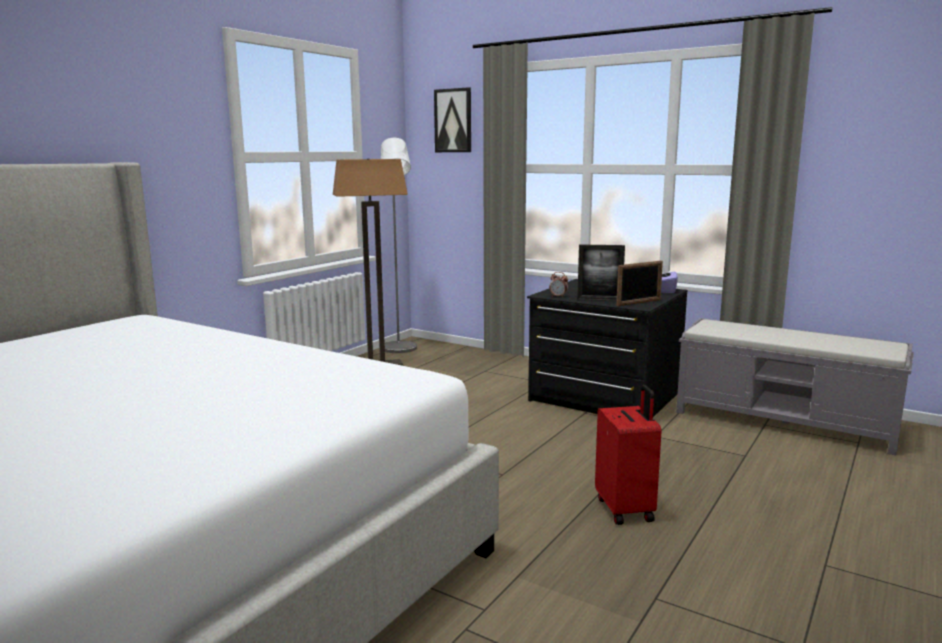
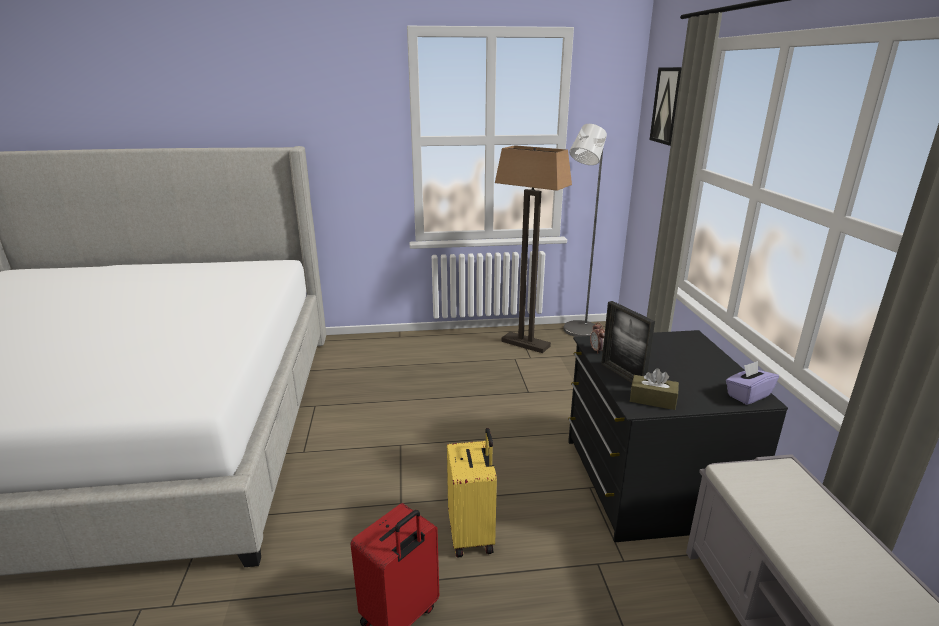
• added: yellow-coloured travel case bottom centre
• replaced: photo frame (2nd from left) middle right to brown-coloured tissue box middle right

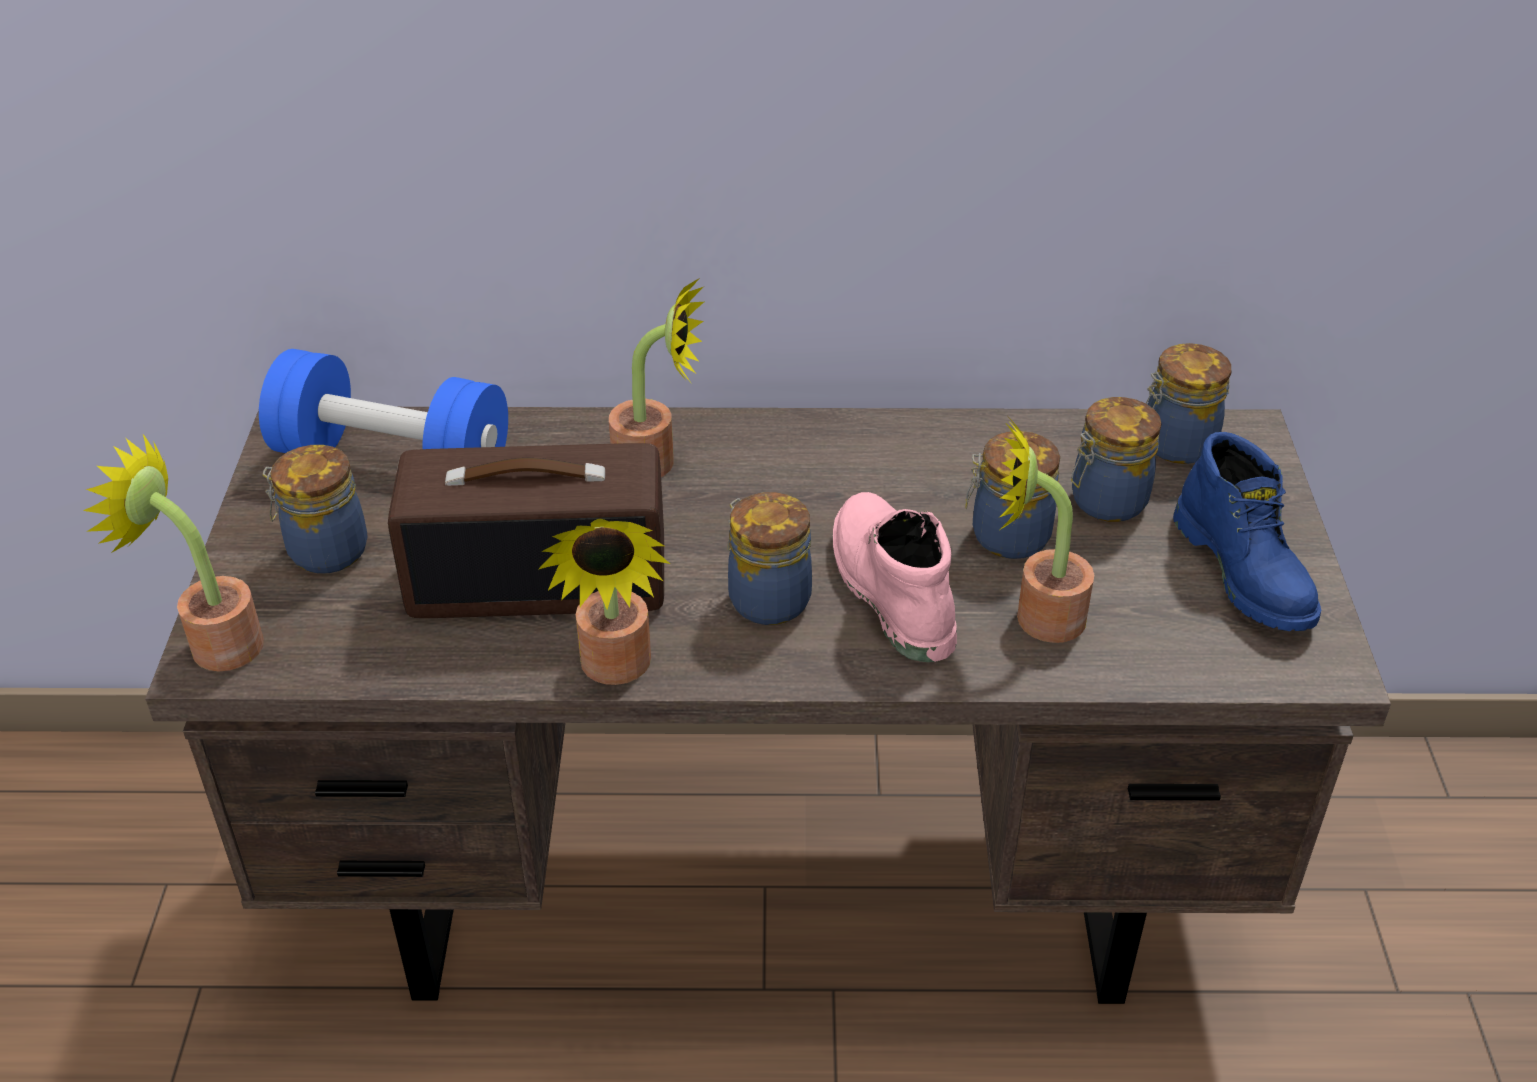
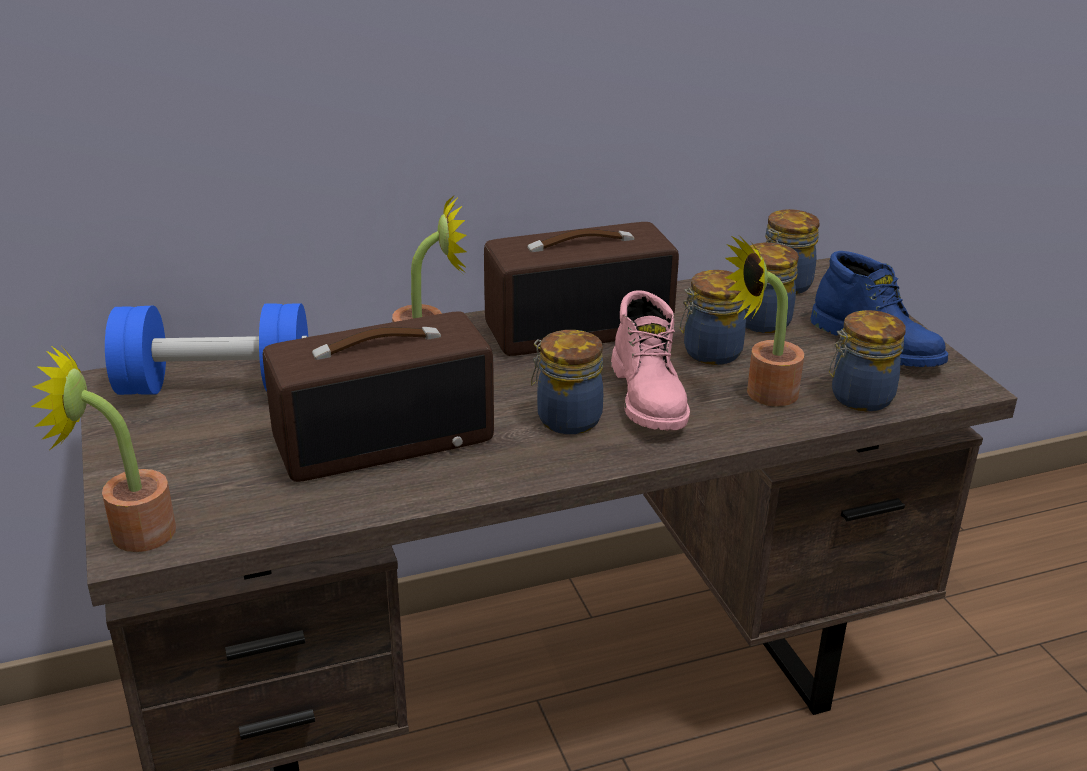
• removed: potted plant (2nd from left) centre
• added: radio receiver (2nd from left) centre
• moved: storage jar (1st from left in the first image) middle left to storage jar (5th from left) middle right
• turned: pink-coloured tall boot centre = centre 150 degrees counterclockwise

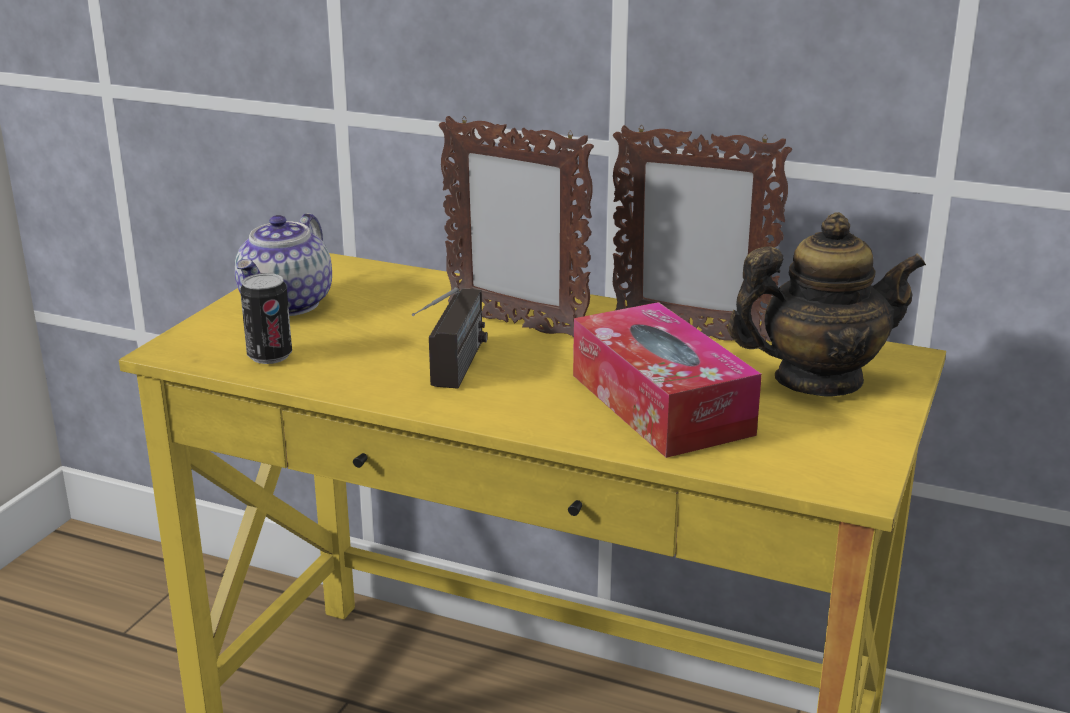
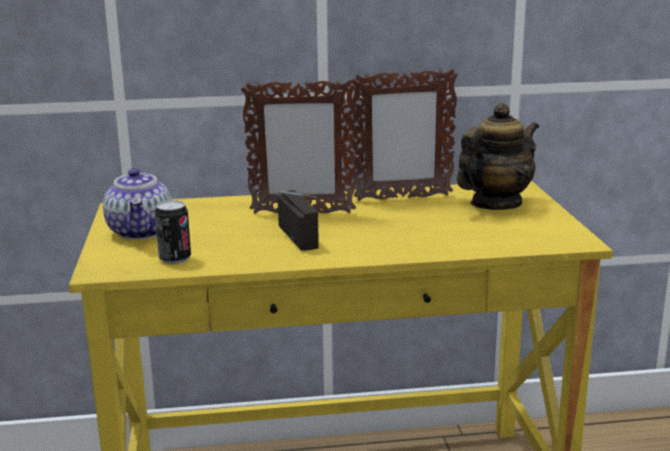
• removed: tissue box centre

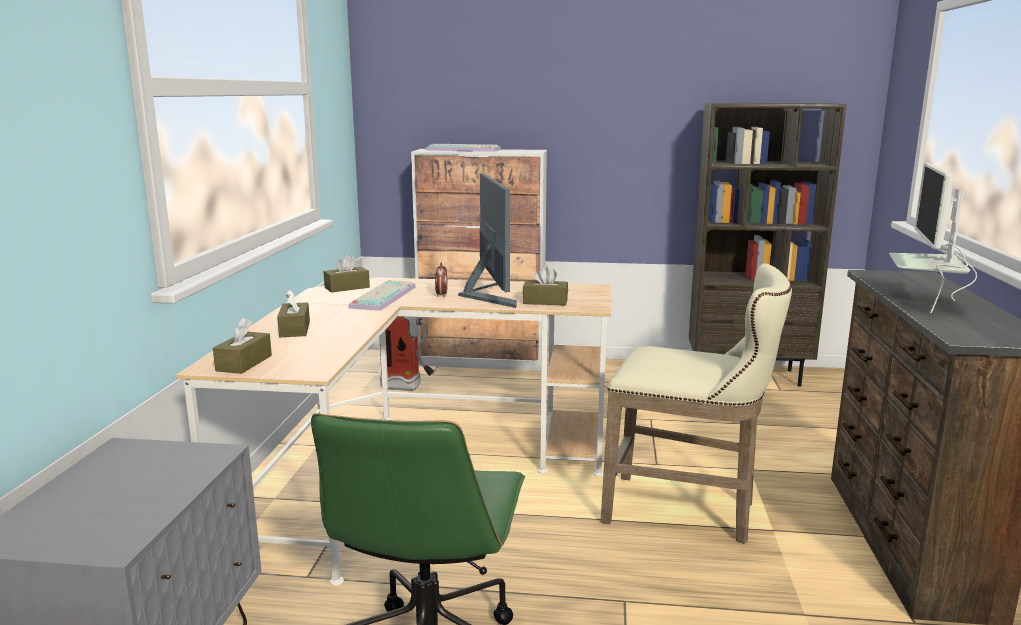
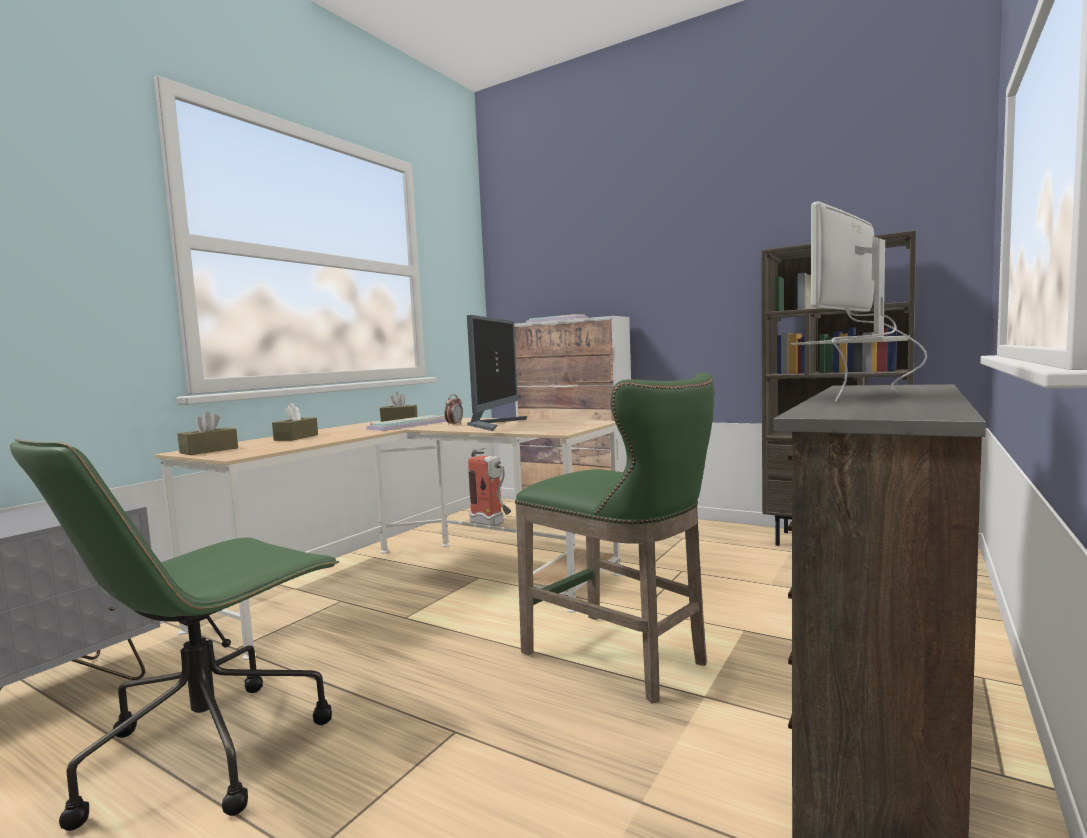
• removed: brown-coloured tissue box (4th from left) centre
• recoloured: beige-coloured stool seat middle right to green-coloured stool seat centre

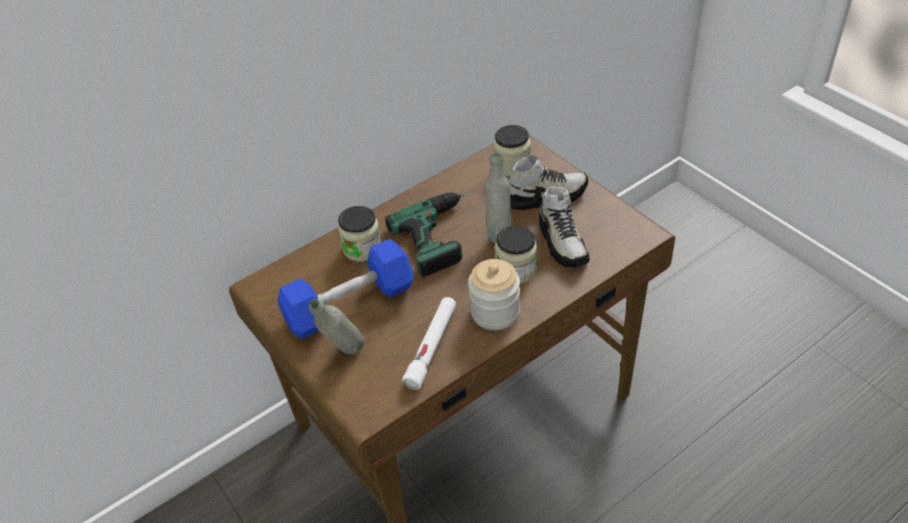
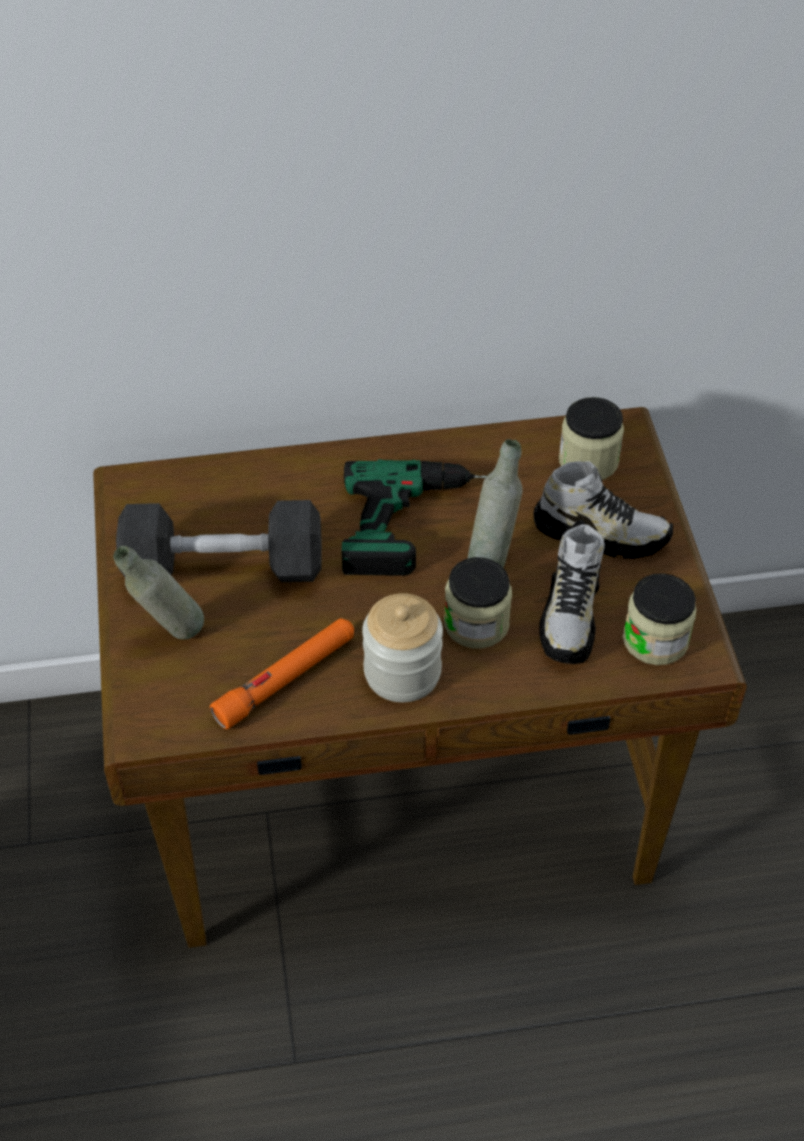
• moved: storage jar (1st from left in the first image) centre to storage jar (4th from left) middle right
• recoloured: blue free weight centre to greyish free weight middle left
• recoloured: white-coloured torch centre to orangey torch centre

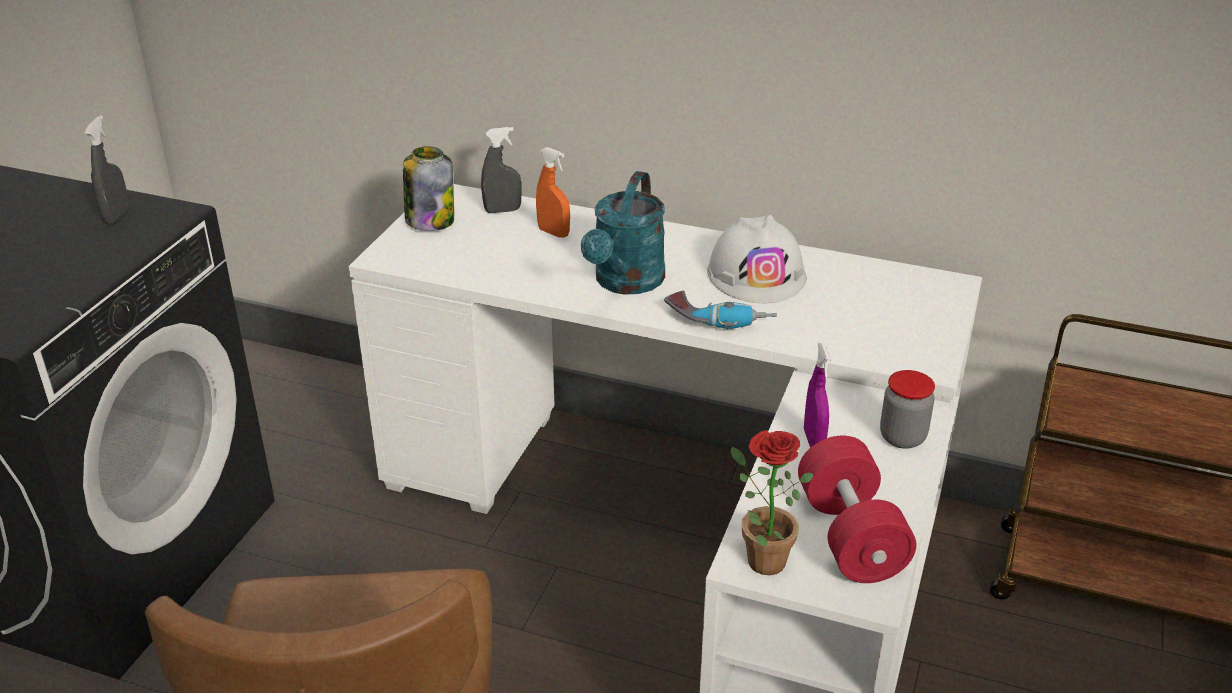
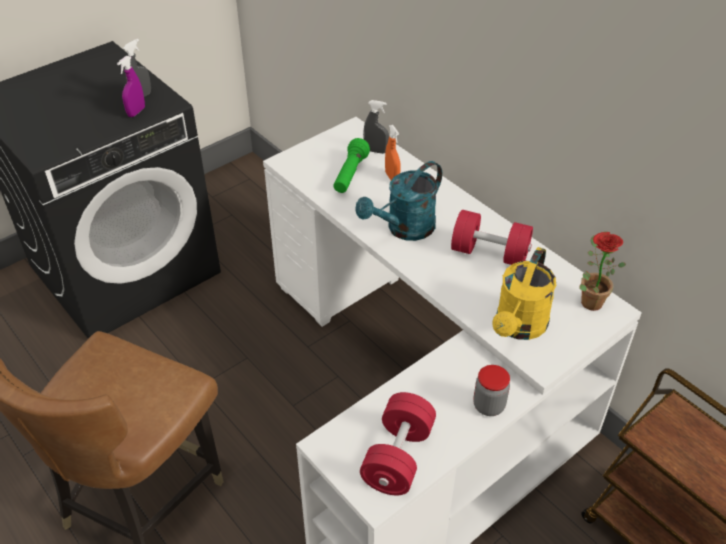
• removed: storage jar (1st from left) top centre
• removed: electric drill centre
• added: green-coloured torch top centre
• added: yellow-coloured watering pot middle right
• moved: potted plant bottom centre to middle right
• moved: purple spray bottle centre to top left
• replaced: white-coloured hard hat centre to red-coloured free weight (2nd from left) middle right

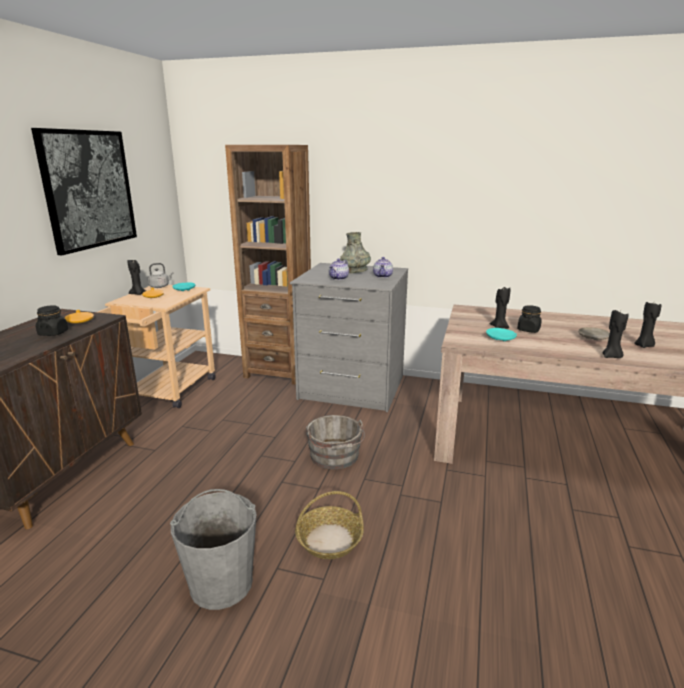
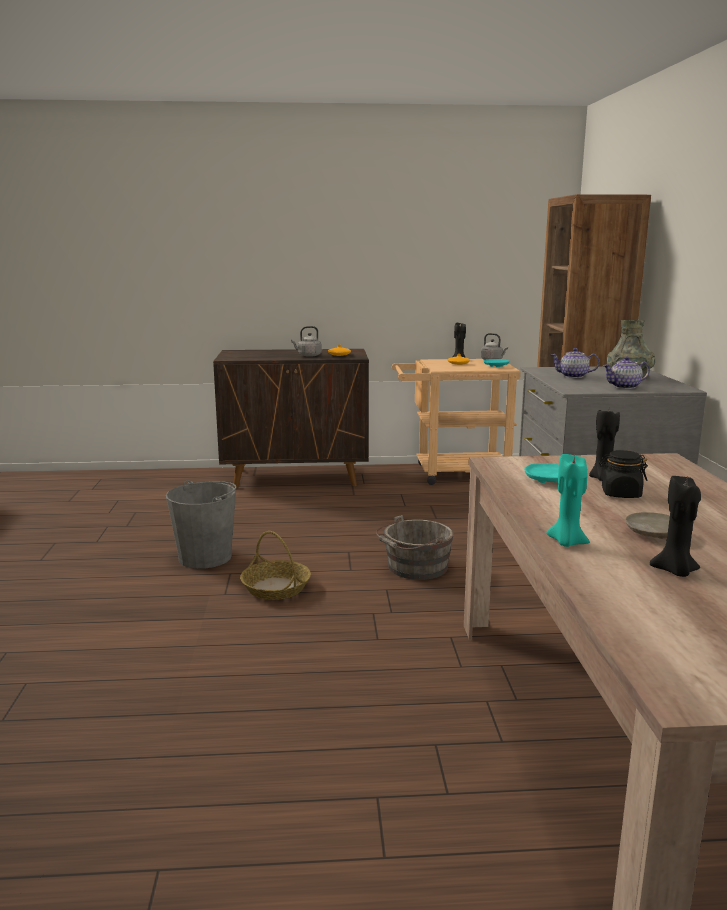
• removed: picture top left
• replaced: black-coloured storage jar (1st from left) middle left to greyish kettle (1st from left) centre
• recoloured: black-coloured wax candle (3rd from left) middle right to blue-green wax candle middle right

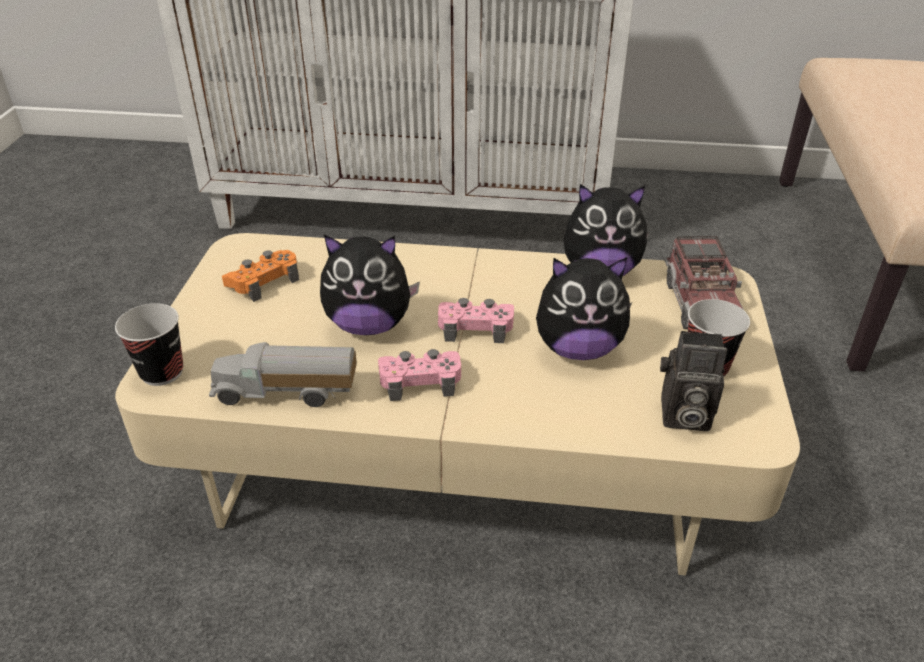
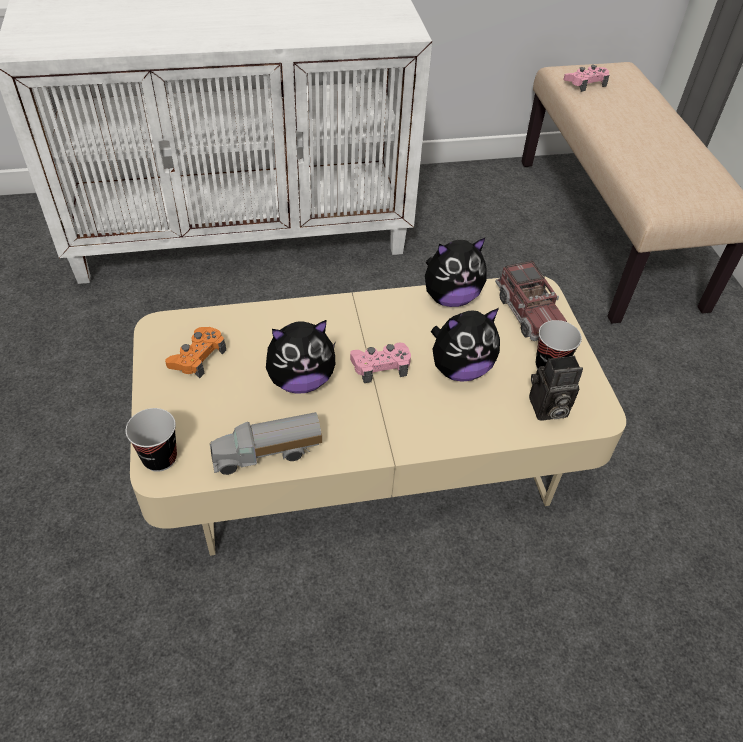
• moved: pink-coloured game controller (1st from left in the first image) centre to pink-coloured game controller (2nd from left) top right

